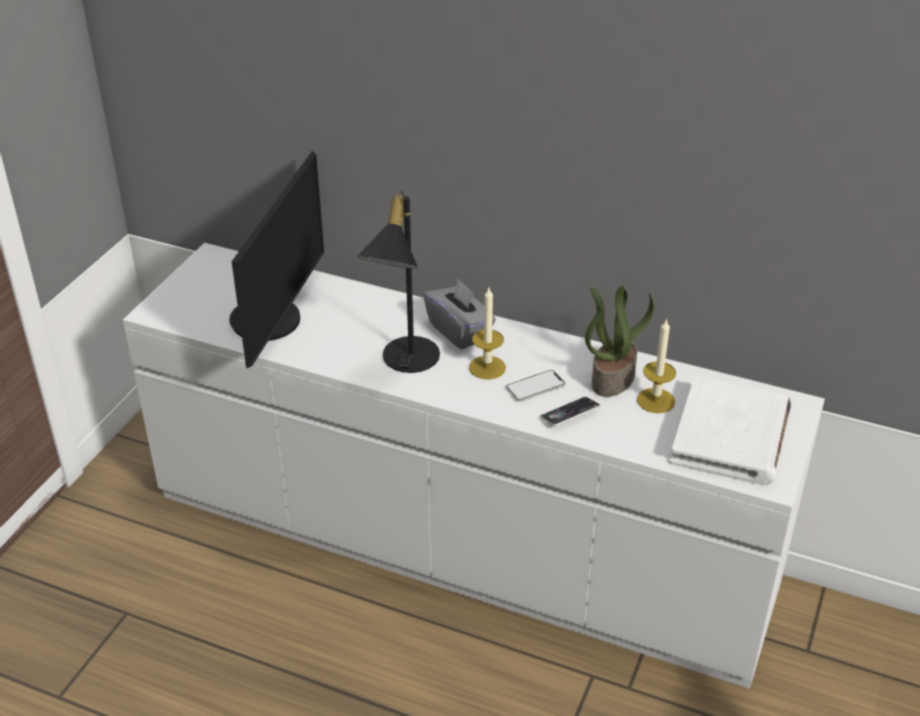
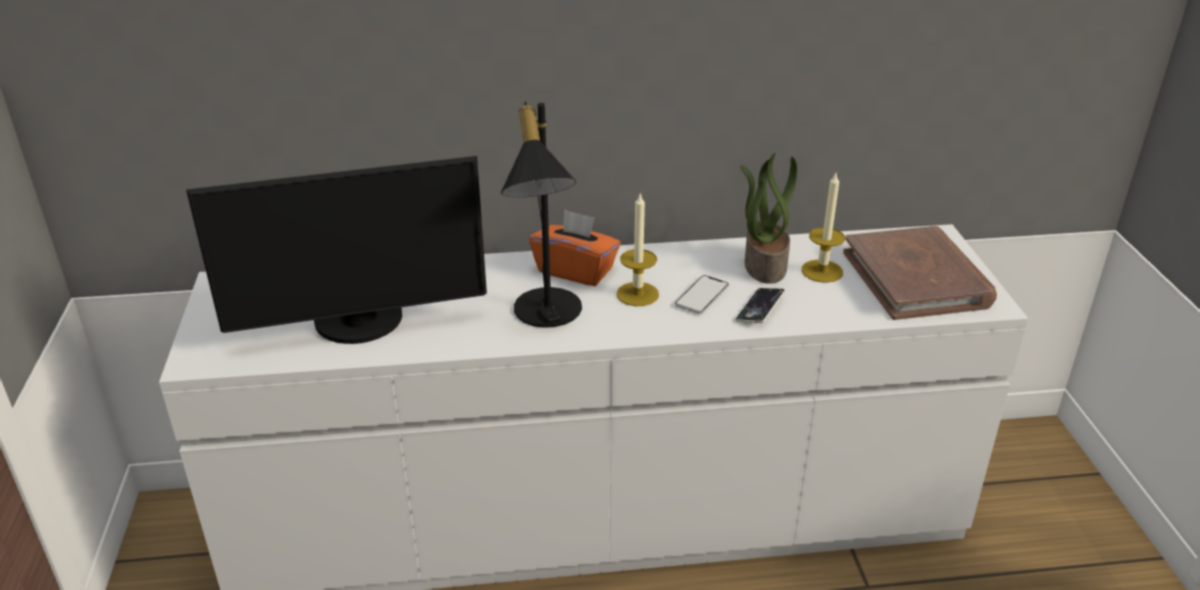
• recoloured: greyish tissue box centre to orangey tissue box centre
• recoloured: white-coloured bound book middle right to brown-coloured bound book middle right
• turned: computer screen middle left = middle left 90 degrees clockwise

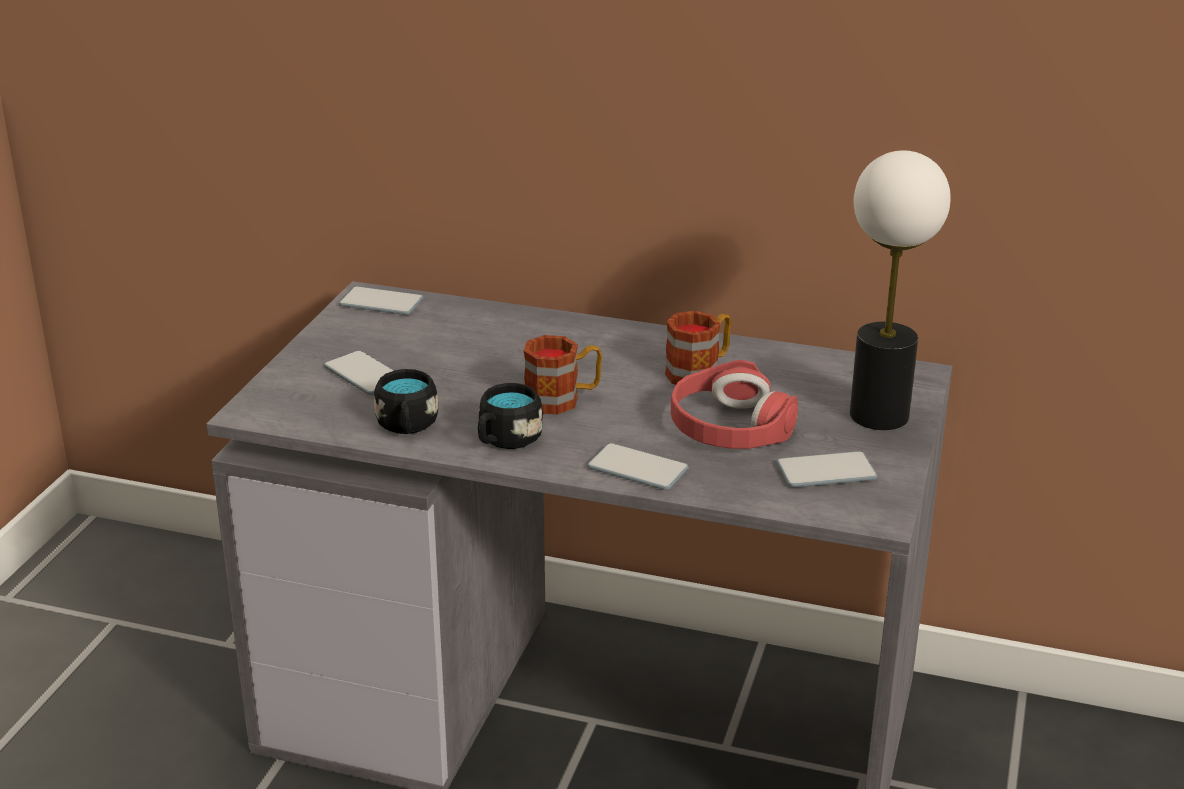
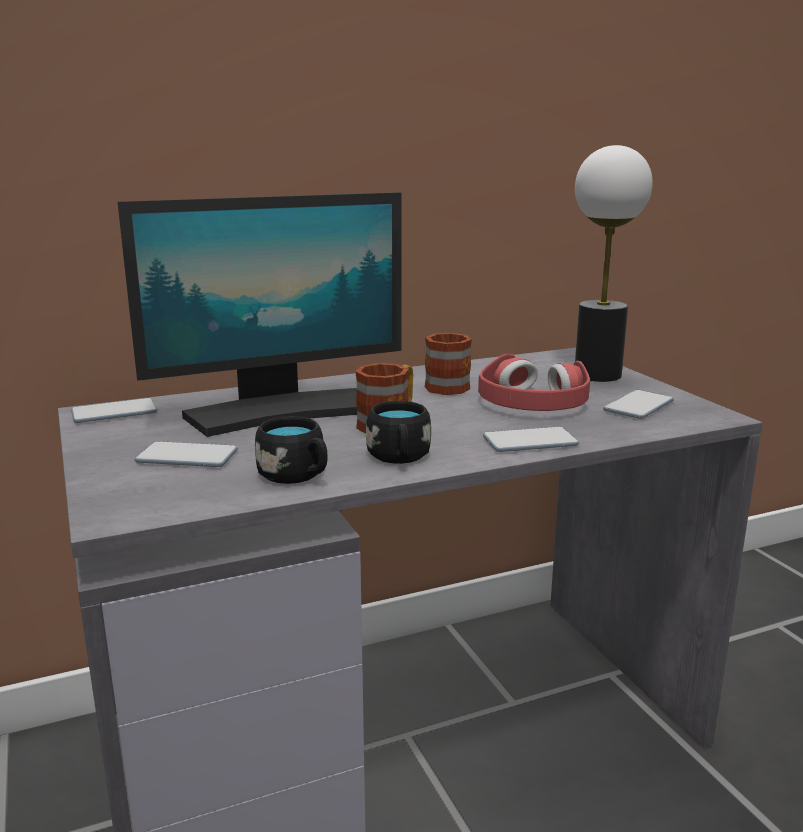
• added: computer screen middle left

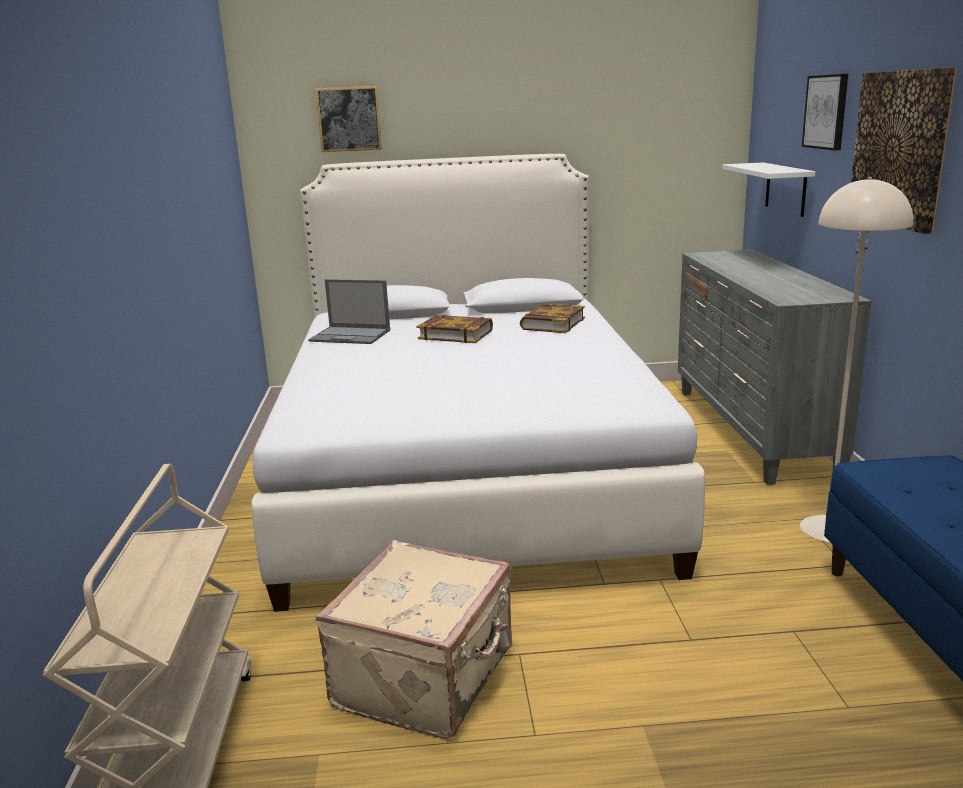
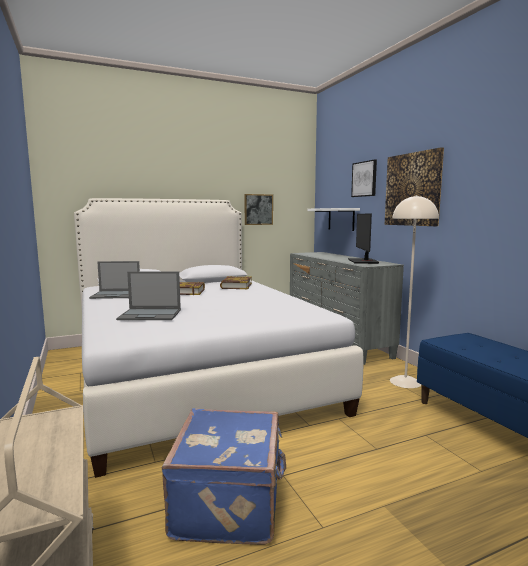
• added: laptop (2nd from left) middle left
• added: computer screen middle right
• moved: picture (1st from left) top centre to centre
• recoloured: beige-coloured travel case bottom centre to blue travel case bottom centre

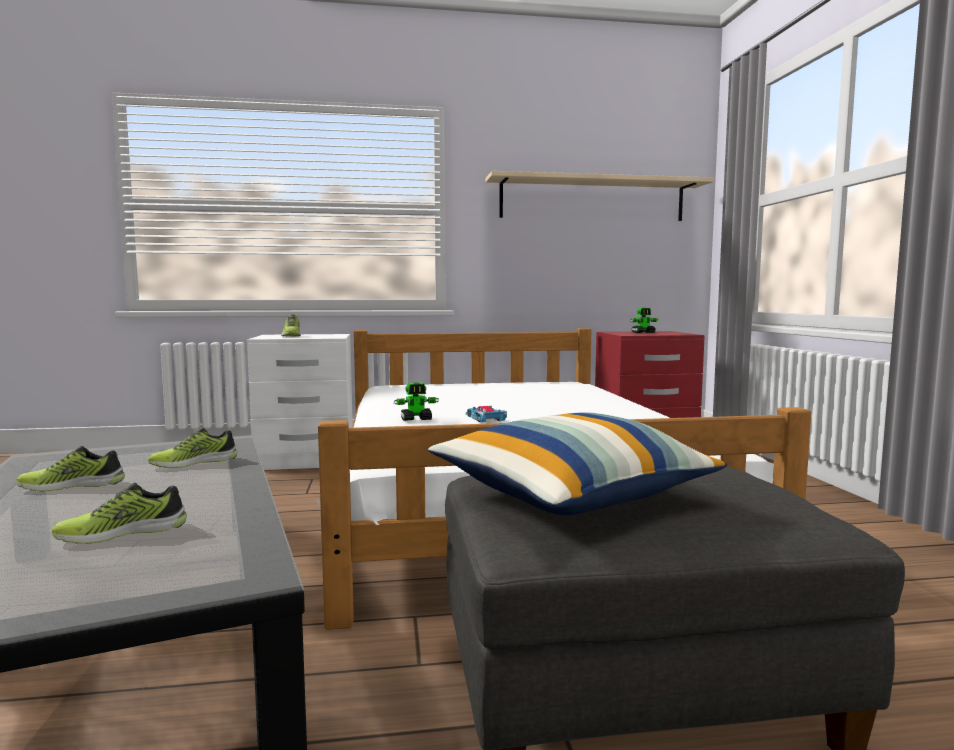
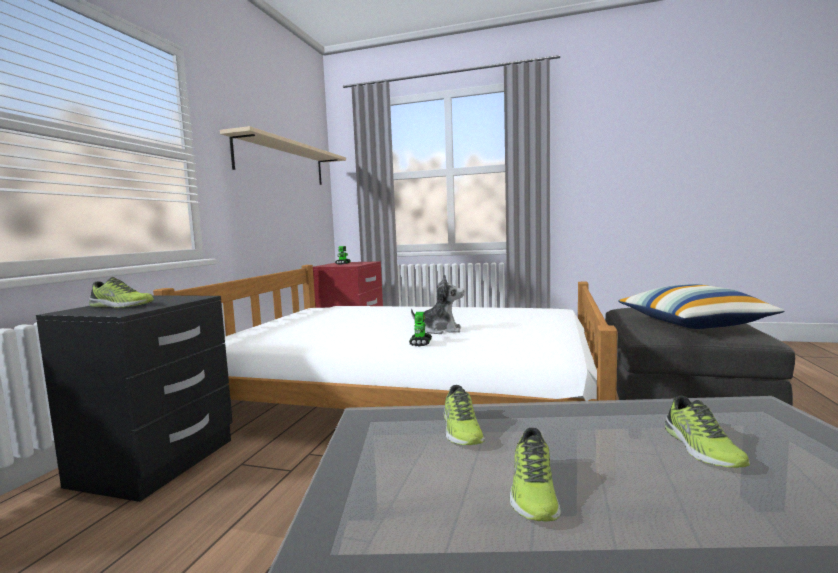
• replaced: toy car centre to cuddly toy centre
• recoloured: white-coloured night table middle left to black-coloured night table bottom left

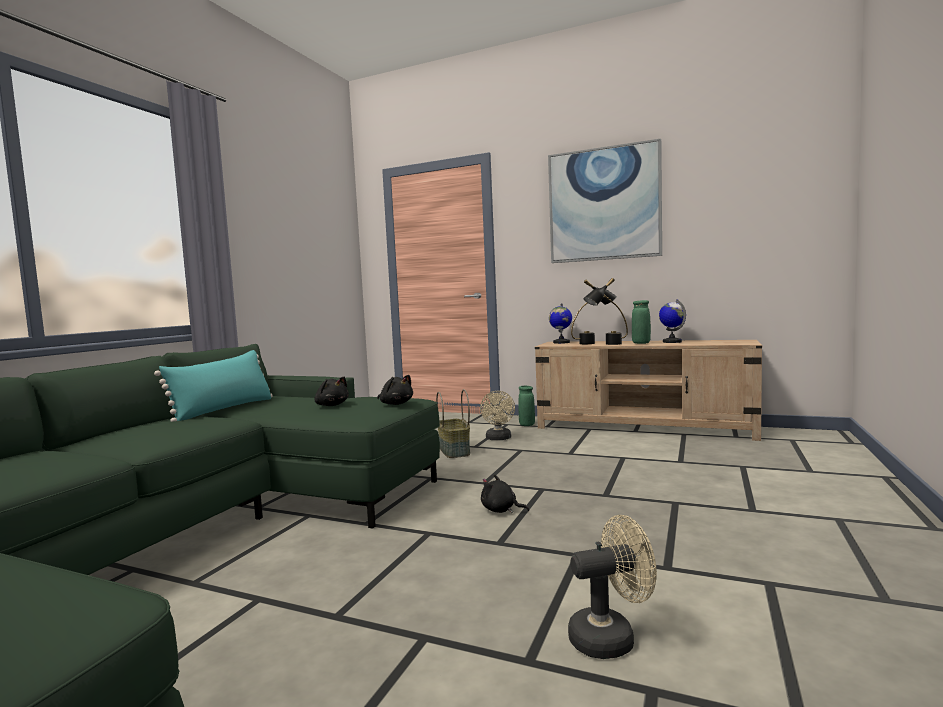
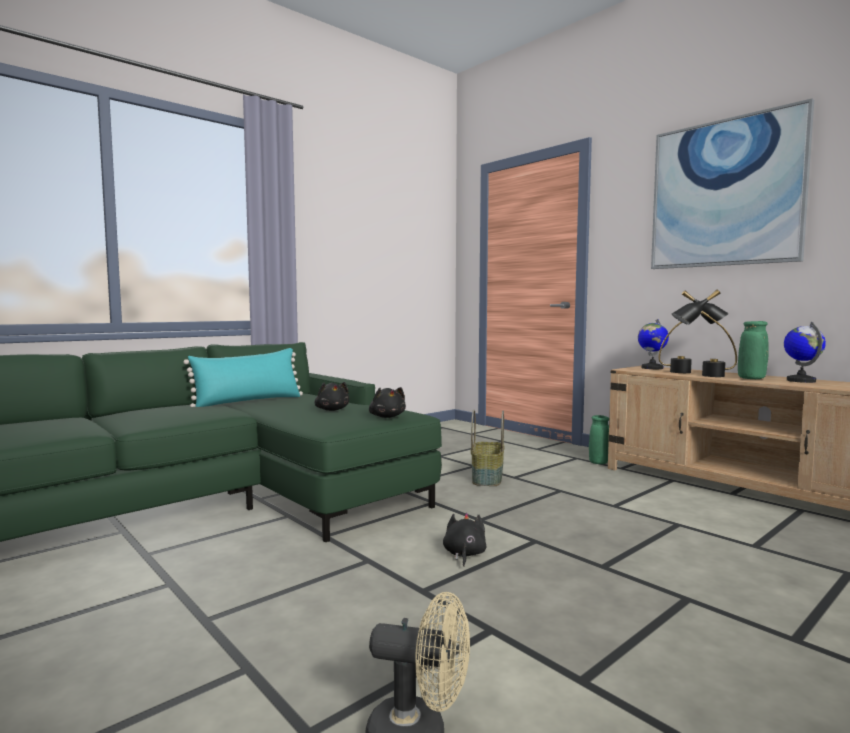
• removed: beige-coloured fan (1st from left) centre
• turned: black-coloured cuddly toy (3rd from left) bottom centre = bottom centre 45 degrees clockwise

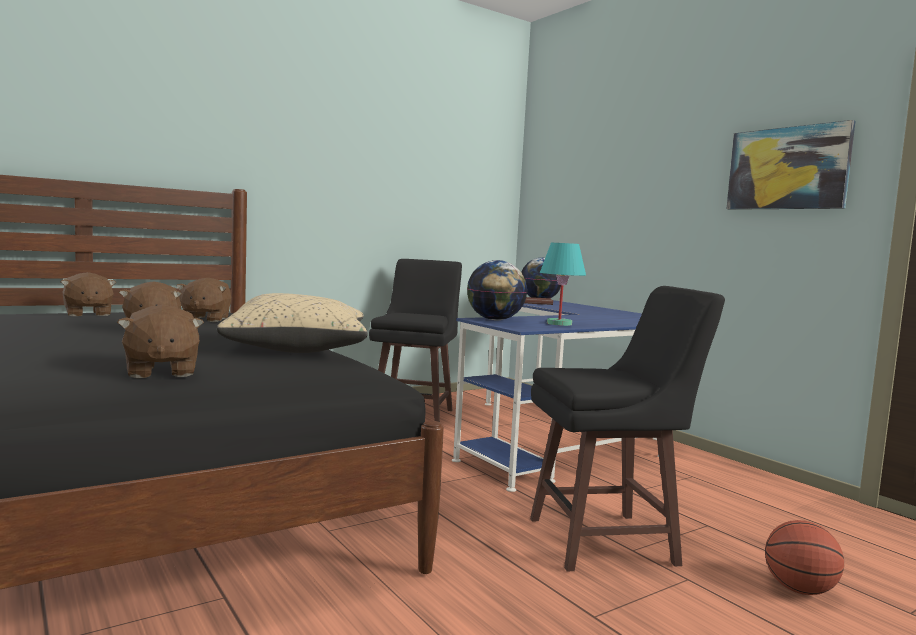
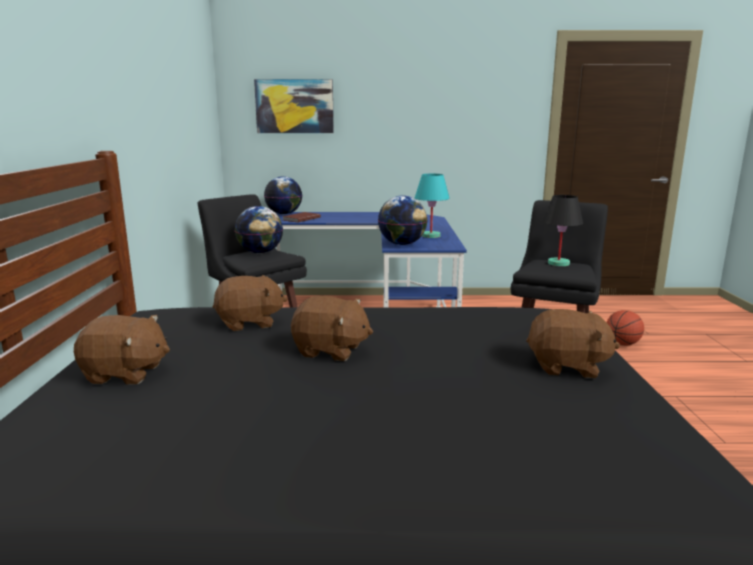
• removed: beige-coloured cushion middle left
• added: desk globe (1st from left) centre
• added: black-coloured tabletop lamp middle right
• moved: picture top right to top centre
• turned: brown-coloured cuddly toy (4th from left in the first image) middle left = middle left 45 degrees counterclockwise

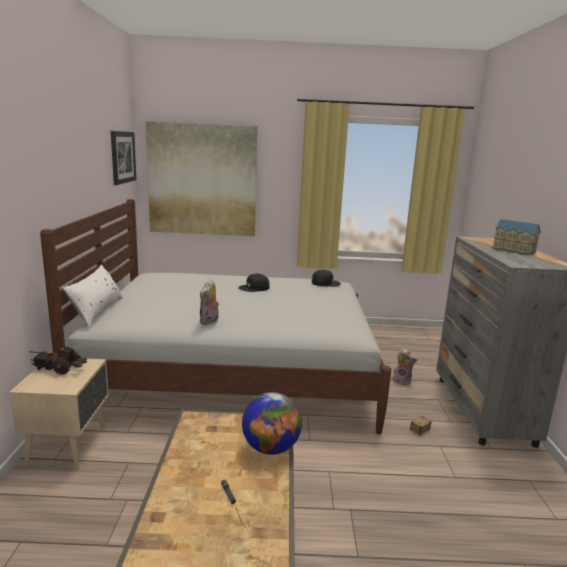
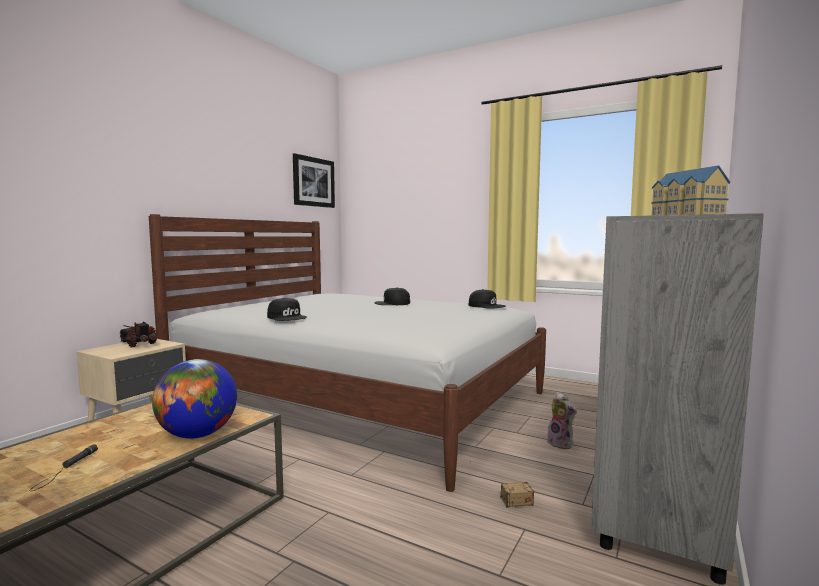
• removed: white-coloured cushion middle left
• removed: picture (2nd from left) top centre
• replaced: cuddly toy (1st from left) centre to black-coloured peaked cap (1st from left) centre

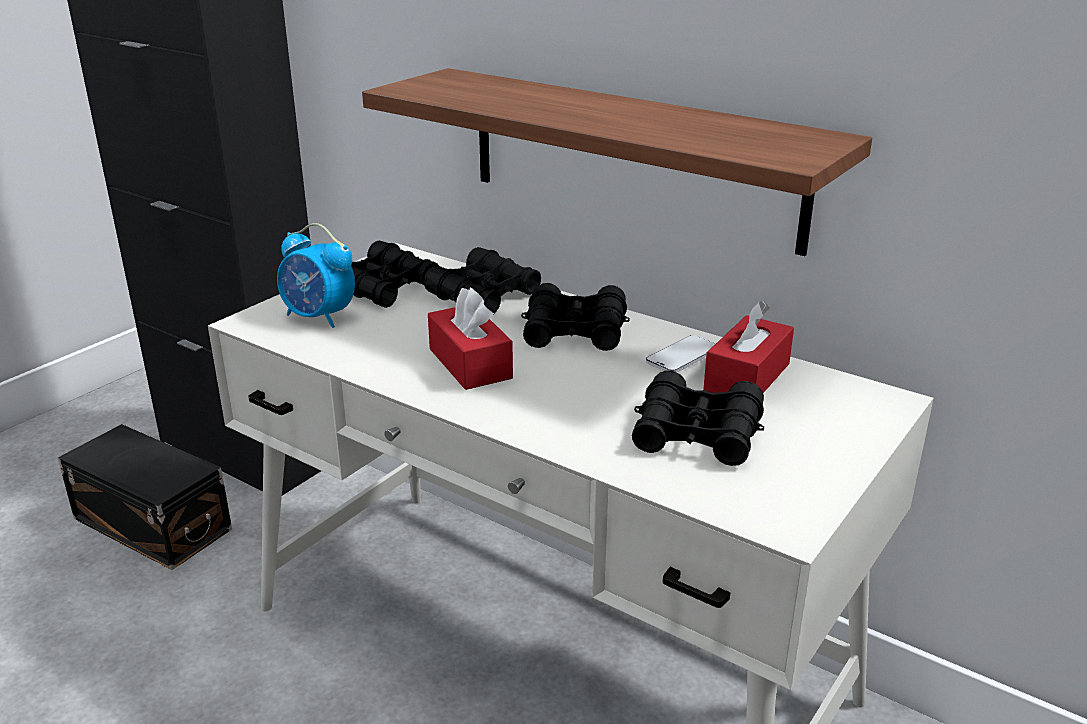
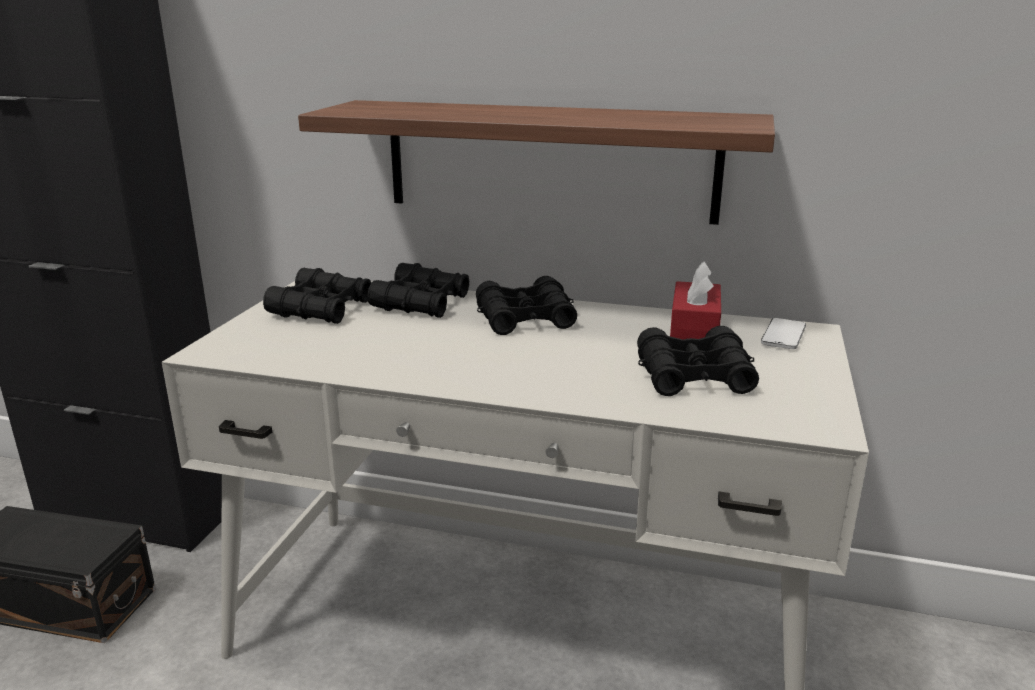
• removed: bedside clock middle left
• removed: red-coloured tissue box (1st from left) centre
• moved: phone centre to middle right

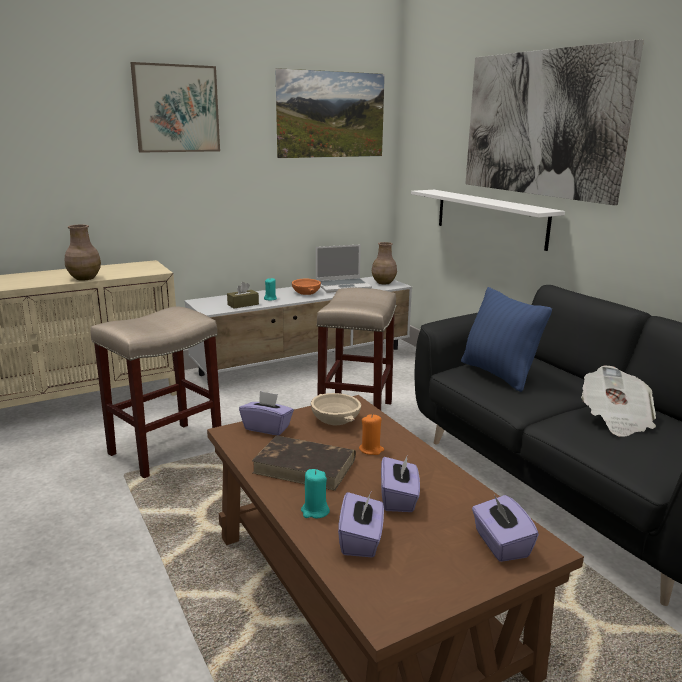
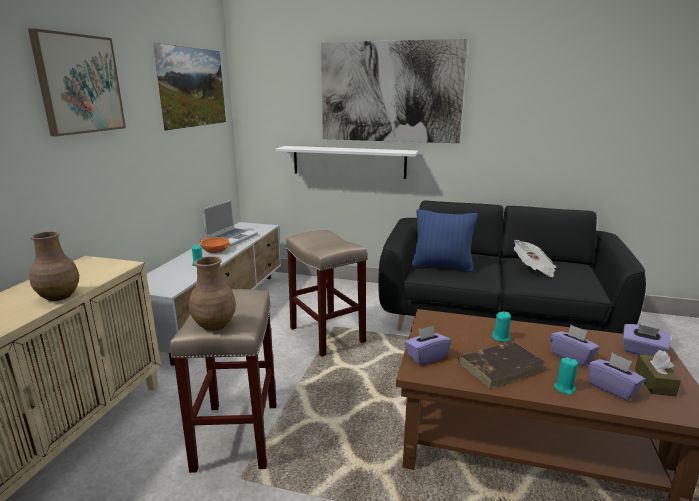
• removed: beige-coloured deep dish centre
• moved: brown-coloured tissue box centre to bottom right
• moved: brown-coloured flower vase (2nd from left) centre to middle left
• recoloured: orangey wax candle centre to blue-green wax candle (2nd from left) middle right

